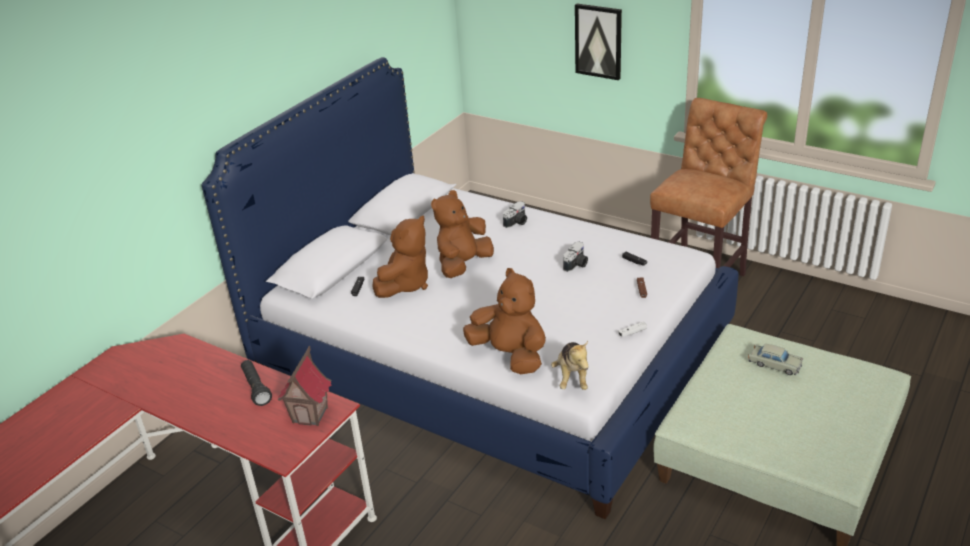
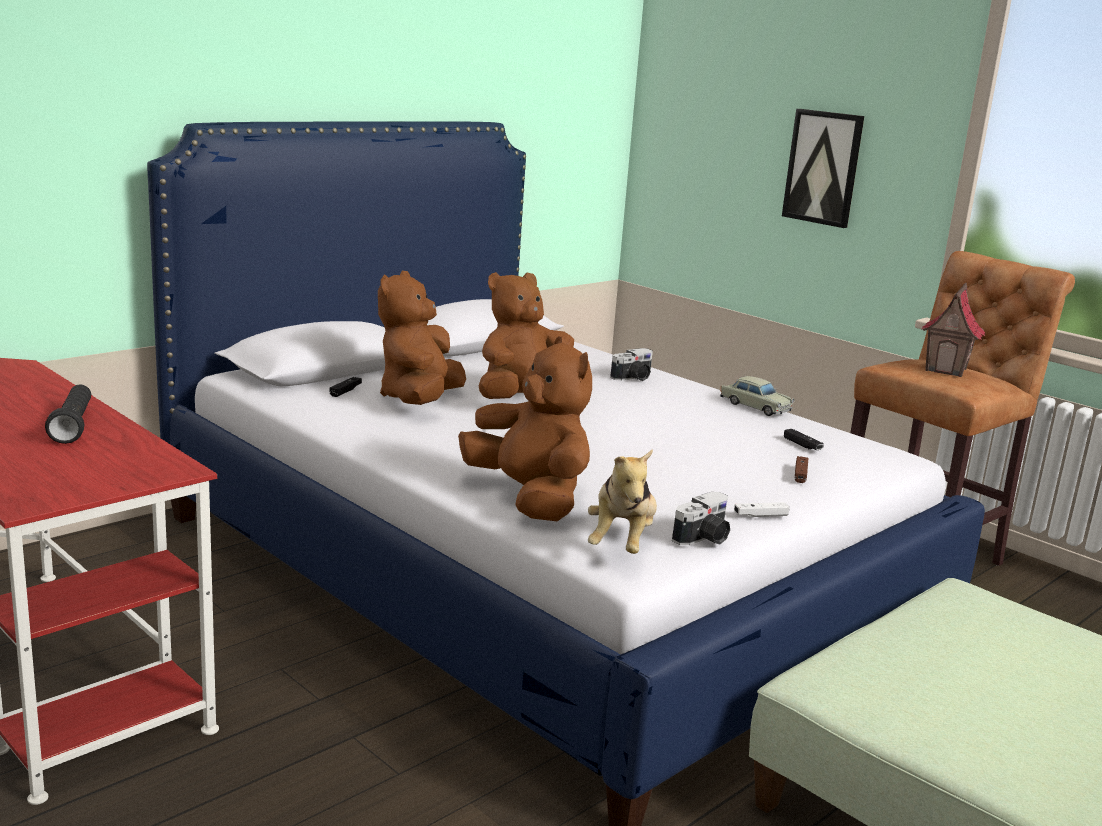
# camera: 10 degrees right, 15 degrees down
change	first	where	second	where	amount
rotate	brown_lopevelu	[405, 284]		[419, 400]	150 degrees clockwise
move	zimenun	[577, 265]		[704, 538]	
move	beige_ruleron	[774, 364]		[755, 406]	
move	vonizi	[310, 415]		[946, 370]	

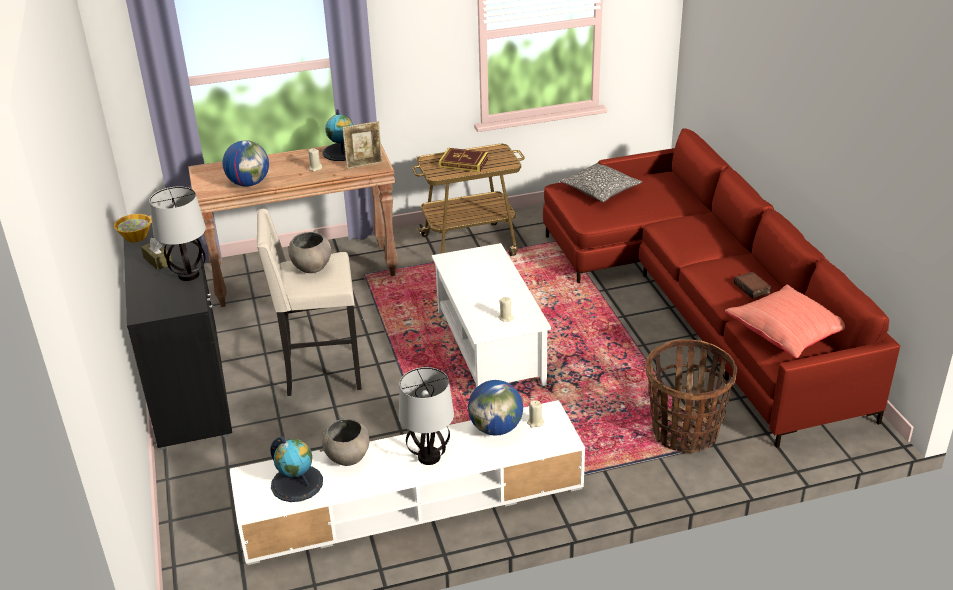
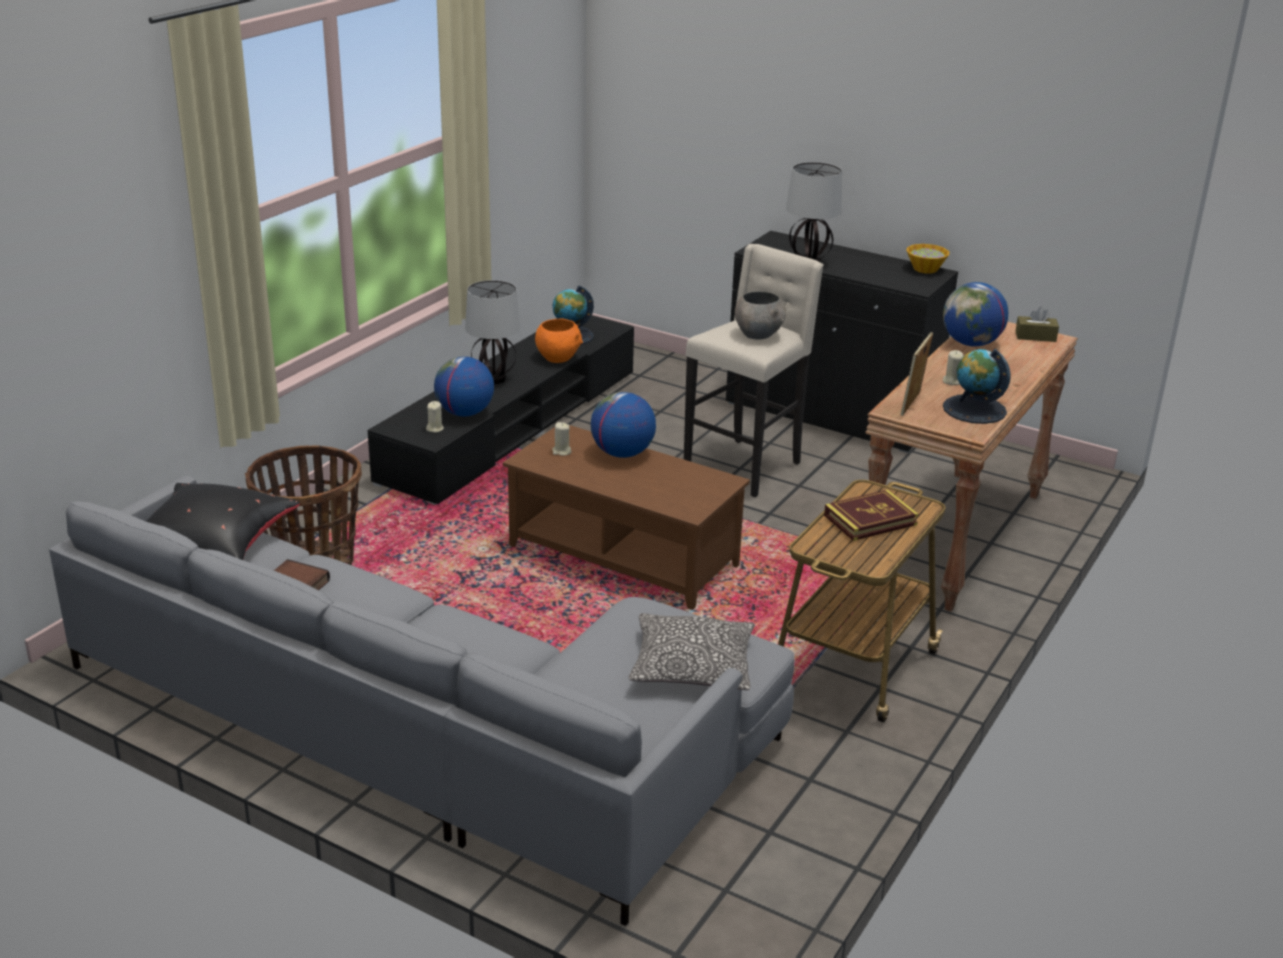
# camera: 135 degrees right, 5 degrees down
change	first	where	second	where	amount
recolor	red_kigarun	[700, 302]	grey_kigarun	[428, 733]	
recolor	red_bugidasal	[788, 335]	black_bugidasal	[212, 547]	
recolor	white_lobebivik	[410, 500]	black_lobebivik	[512, 425]	
recolor	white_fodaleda	[491, 347]	brown_fodaleda	[622, 557]	
recolor	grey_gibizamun	[347, 457]	orange_gibizamun	[558, 358]	
insert			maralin	[622, 453]	
move	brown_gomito	[158, 261]		[1035, 336]	

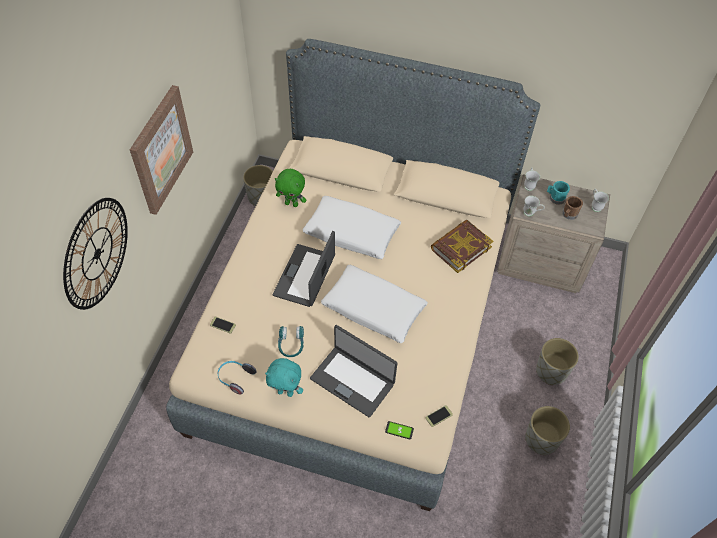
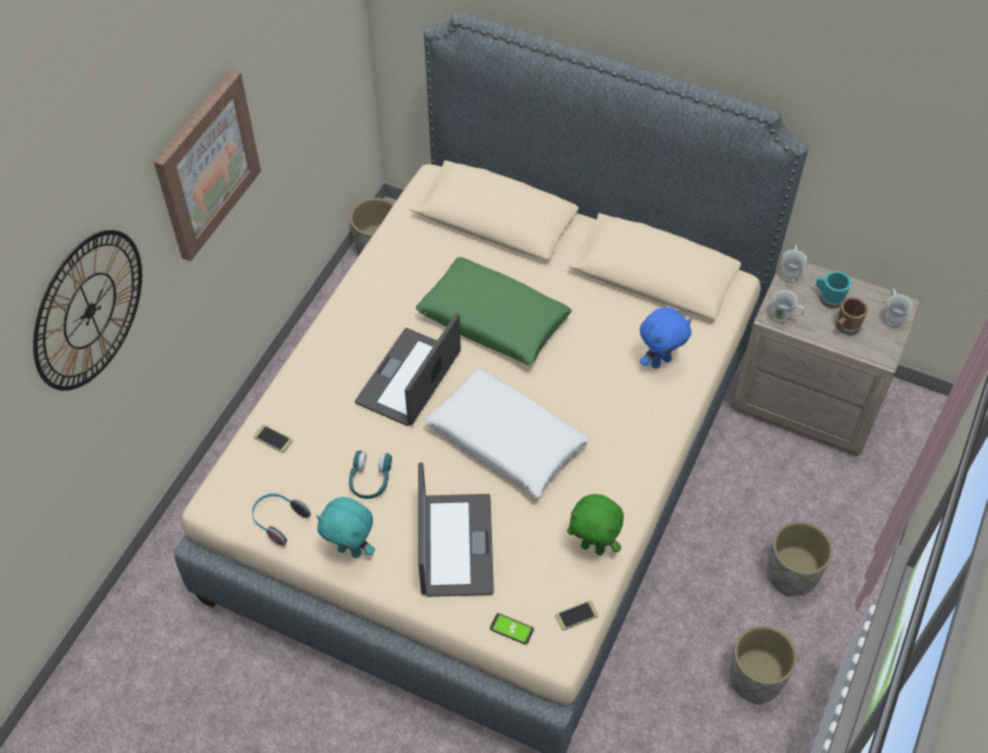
# camera: 10 degrees right, 0 degrees up
change	first	where	second	where	amount
recolor	white_bugidasal	[351, 233]	green_bugidasal	[493, 320]	
rotate	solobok	[353, 380]		[454, 545]	135 degrees counterclockwise
move	green_lopevelu	[292, 204]		[593, 547]	
replace	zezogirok	[460, 248]	blue_lopevelu	[660, 361]	

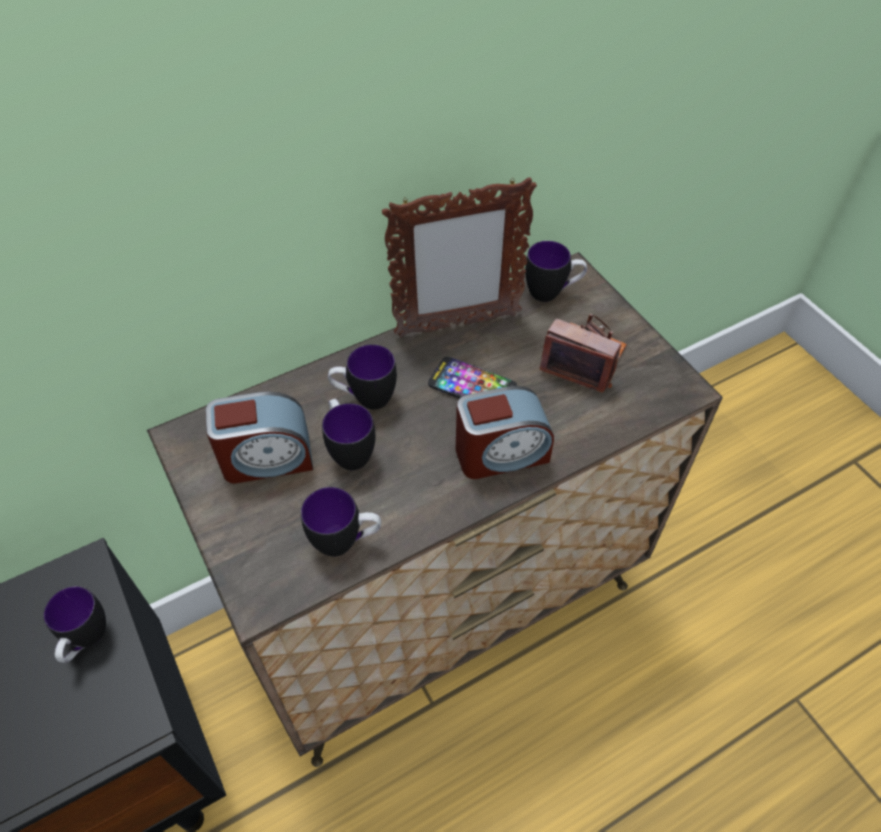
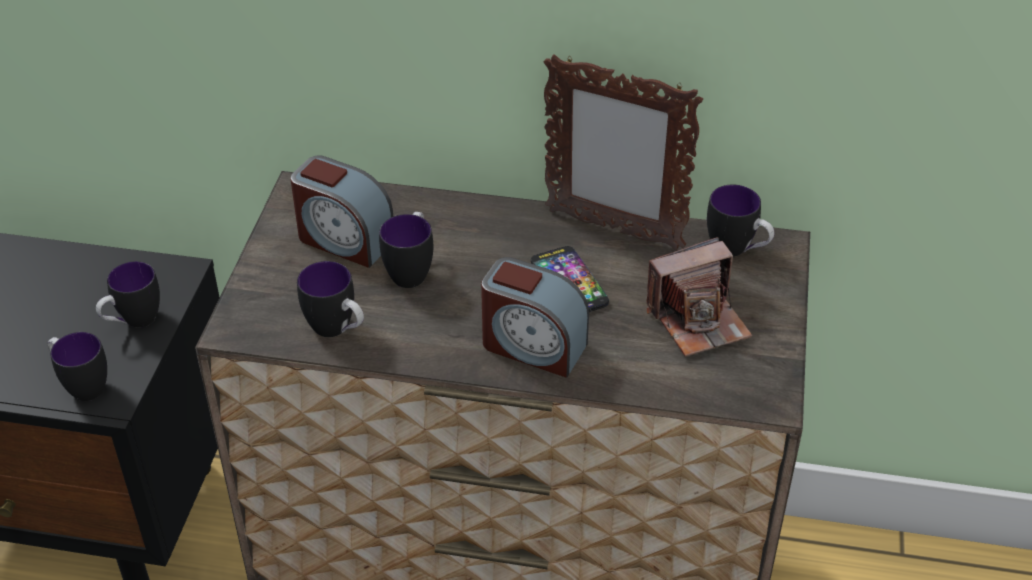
# camera: 40 degrees right, 10 degrees down
change	first	where	second	where	amount
move	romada	[365, 398]		[82, 385]	
rotate	zimenun	[583, 360]		[698, 320]	90 degrees clockwise

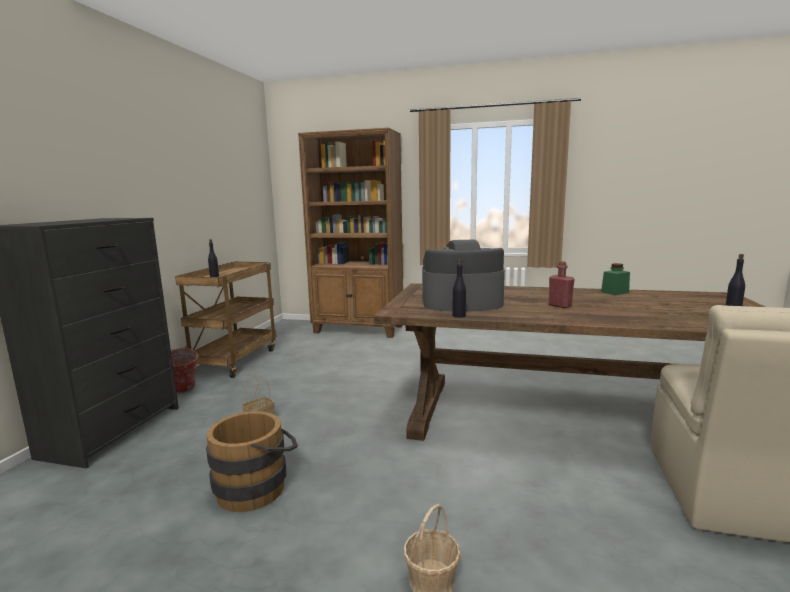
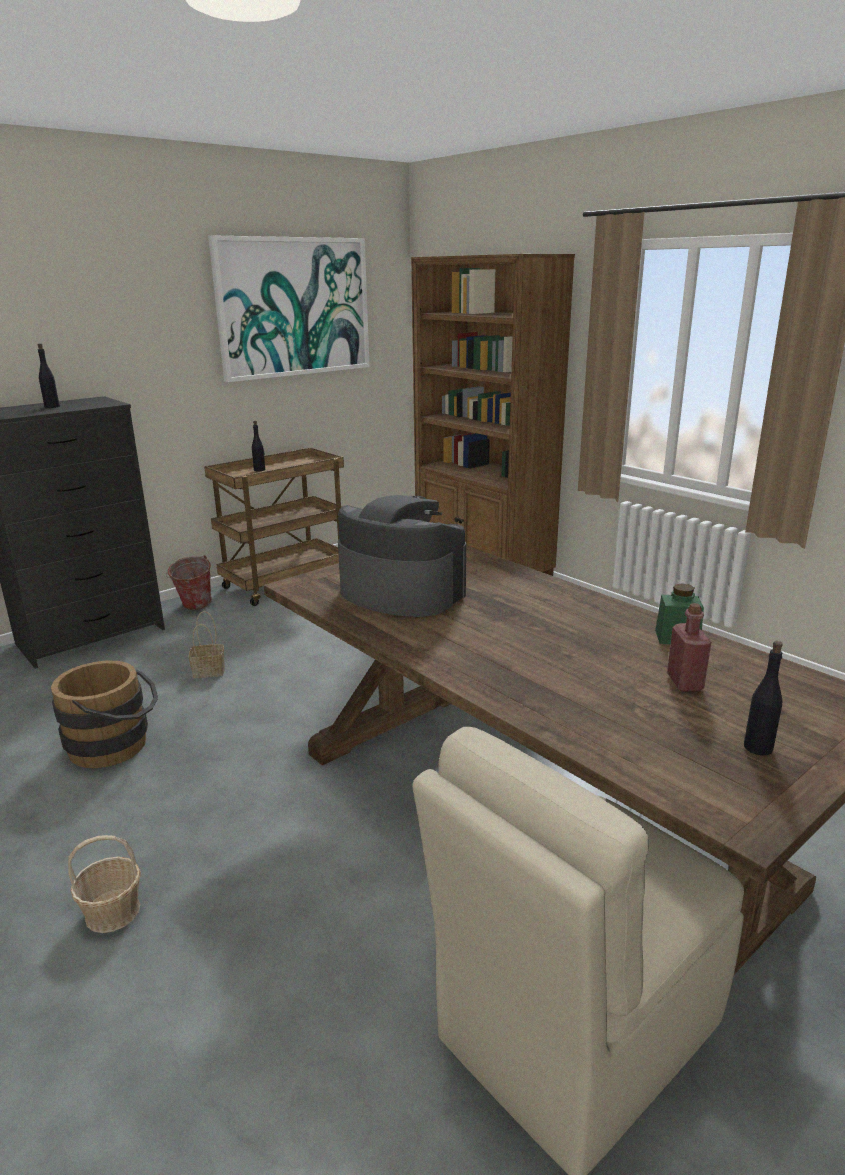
# camera: 35 degrees right, 10 degrees up
change	first	where	second	where	amount
move	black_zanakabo	[458, 316]		[52, 406]	
insert			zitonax	[294, 307]	
move	red_zanakabo	[560, 306]		[684, 683]	

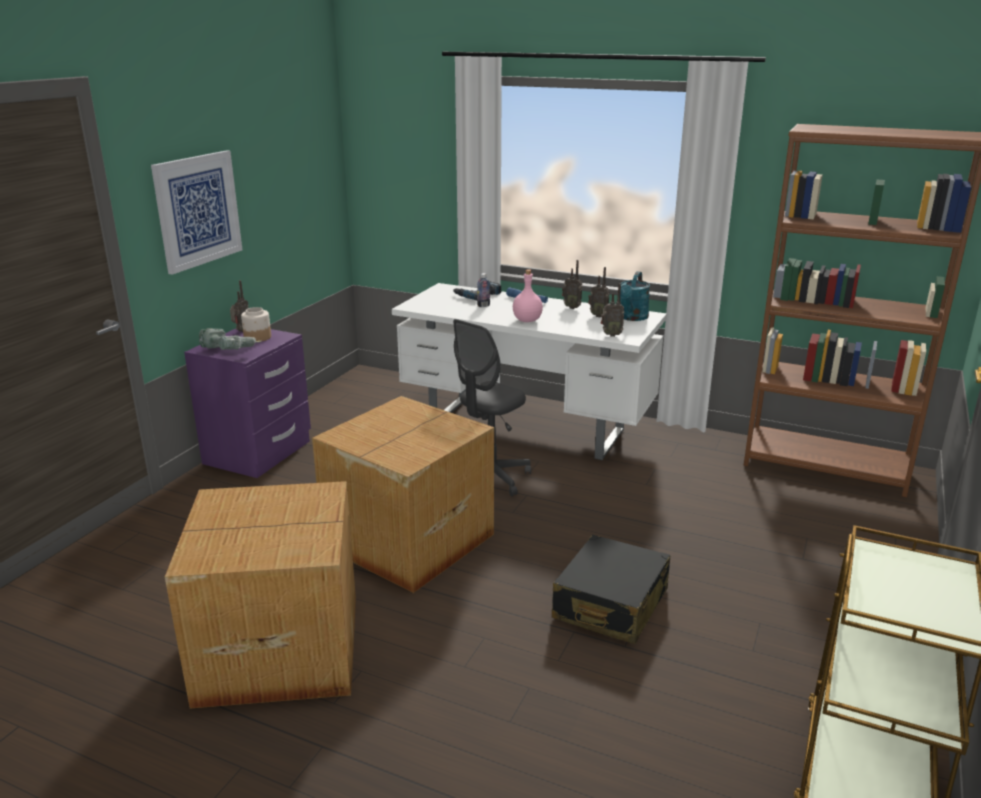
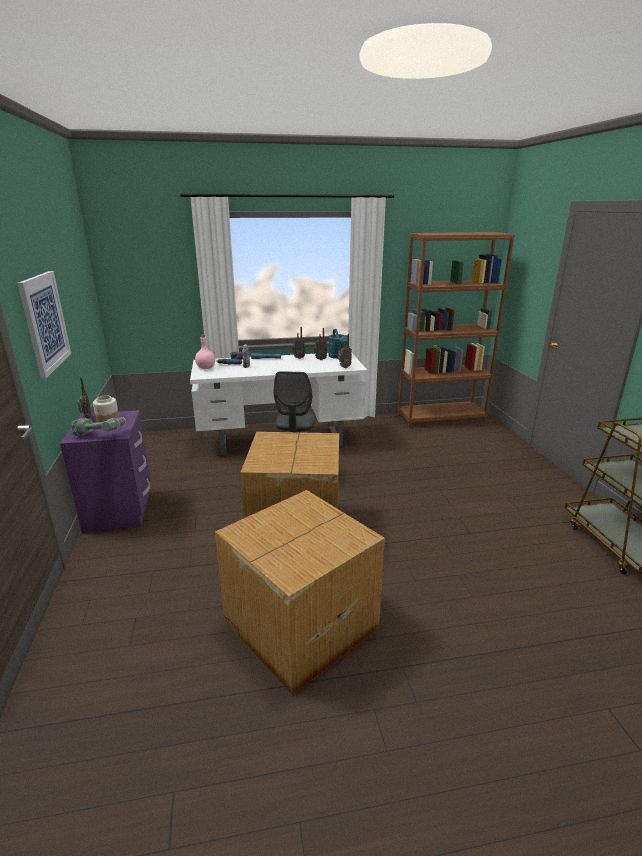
# camera: 35 degrees left, 0 degrees up
change	first	where	second	where	amount
move	pink_zanakabo	[527, 320]		[206, 368]	
delete	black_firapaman	[610, 604]			

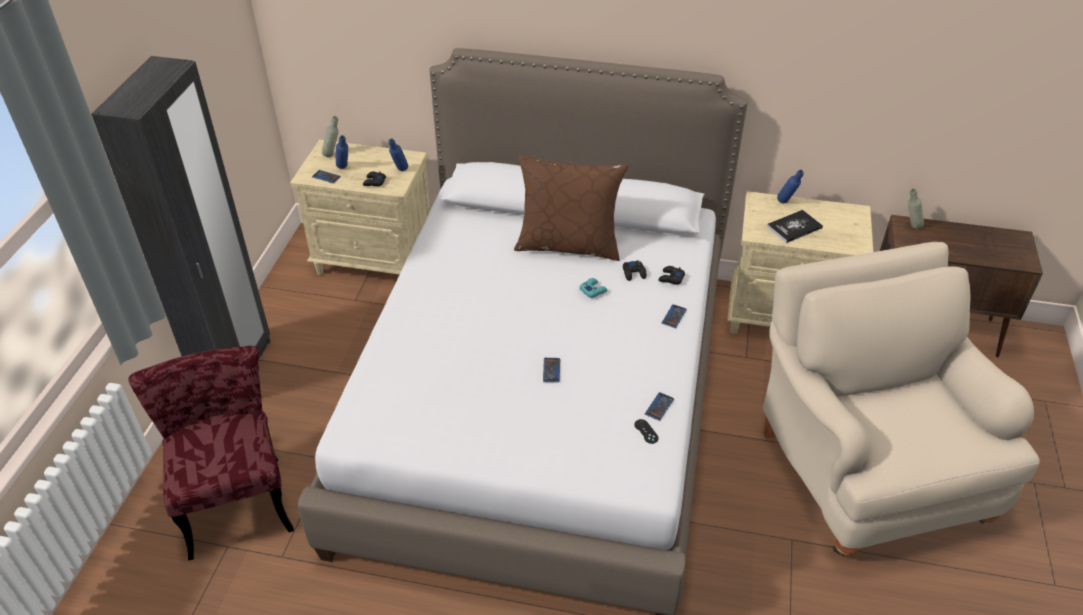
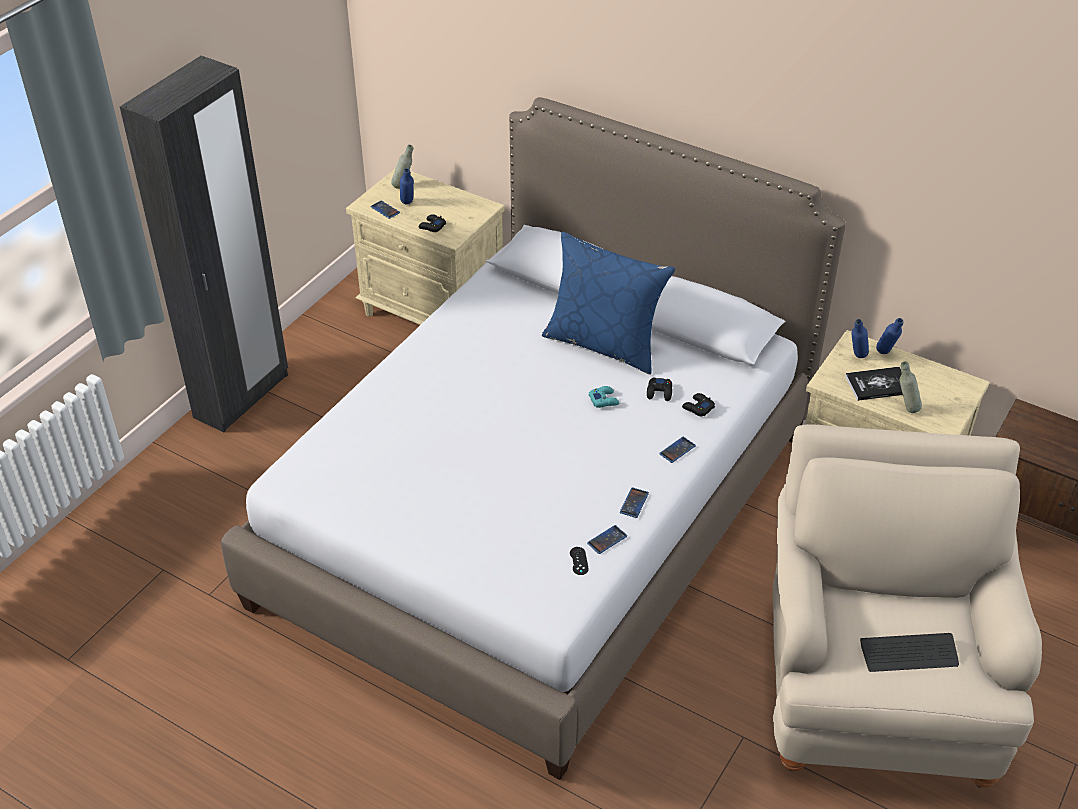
# camera: 20 degrees right, 0 degrees up
change	first	where	second	where	amount
recolor	brown_bugidasal	[568, 245]	blue_bugidasal	[604, 343]	
move	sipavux	[551, 370]		[634, 503]	
move	blue_zanakabo	[400, 171]		[856, 358]	
insert			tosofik	[909, 654]	
move	grey_zanakabo	[910, 226]		[905, 408]	
delete	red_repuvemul	[235, 495]			

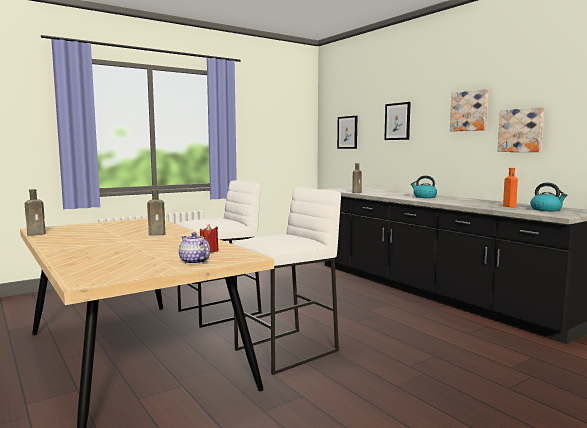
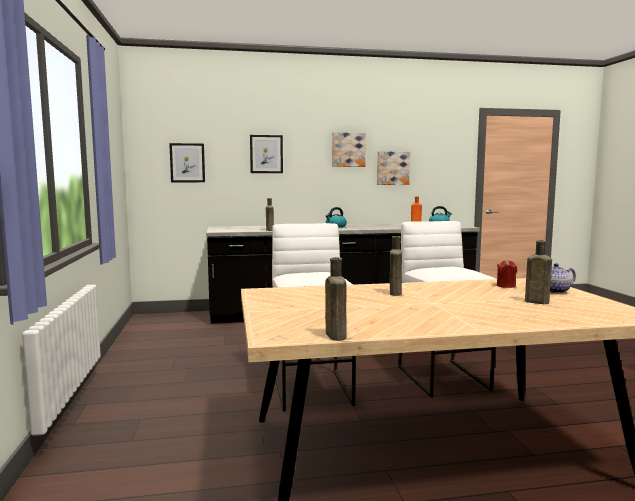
# camera: 65 degrees left, 0 degrees up
change	first	where	second	where	amount
insert			brown_zanakabo	[535, 302]	

